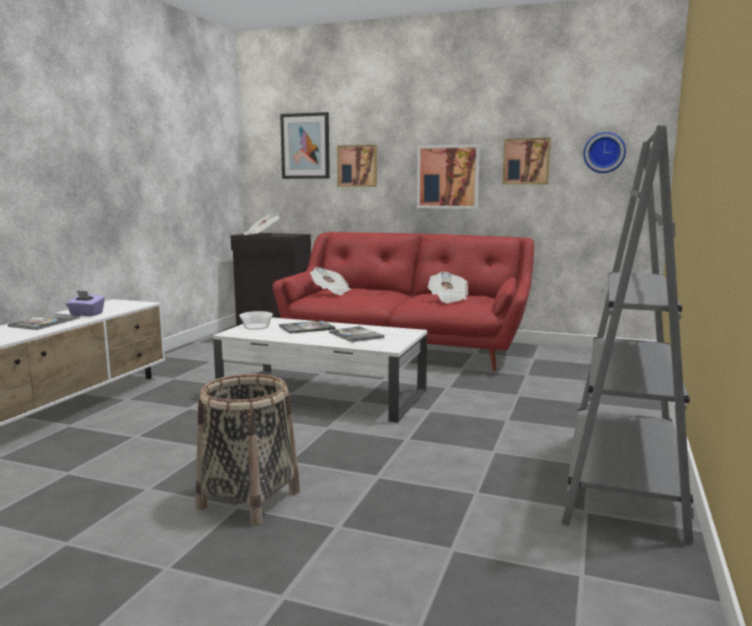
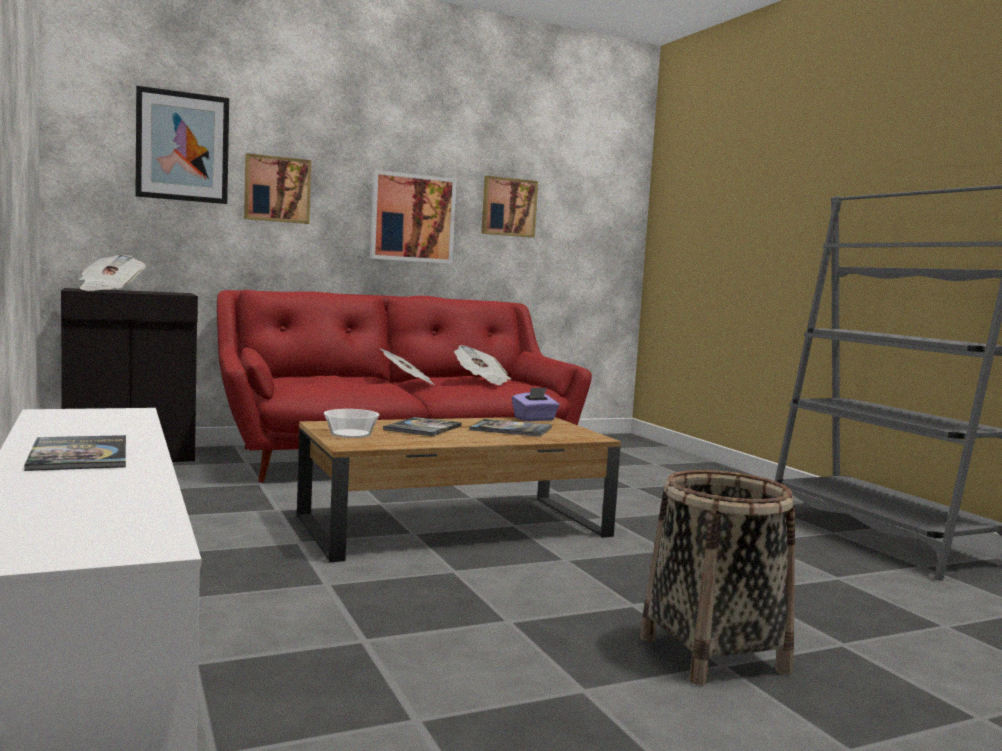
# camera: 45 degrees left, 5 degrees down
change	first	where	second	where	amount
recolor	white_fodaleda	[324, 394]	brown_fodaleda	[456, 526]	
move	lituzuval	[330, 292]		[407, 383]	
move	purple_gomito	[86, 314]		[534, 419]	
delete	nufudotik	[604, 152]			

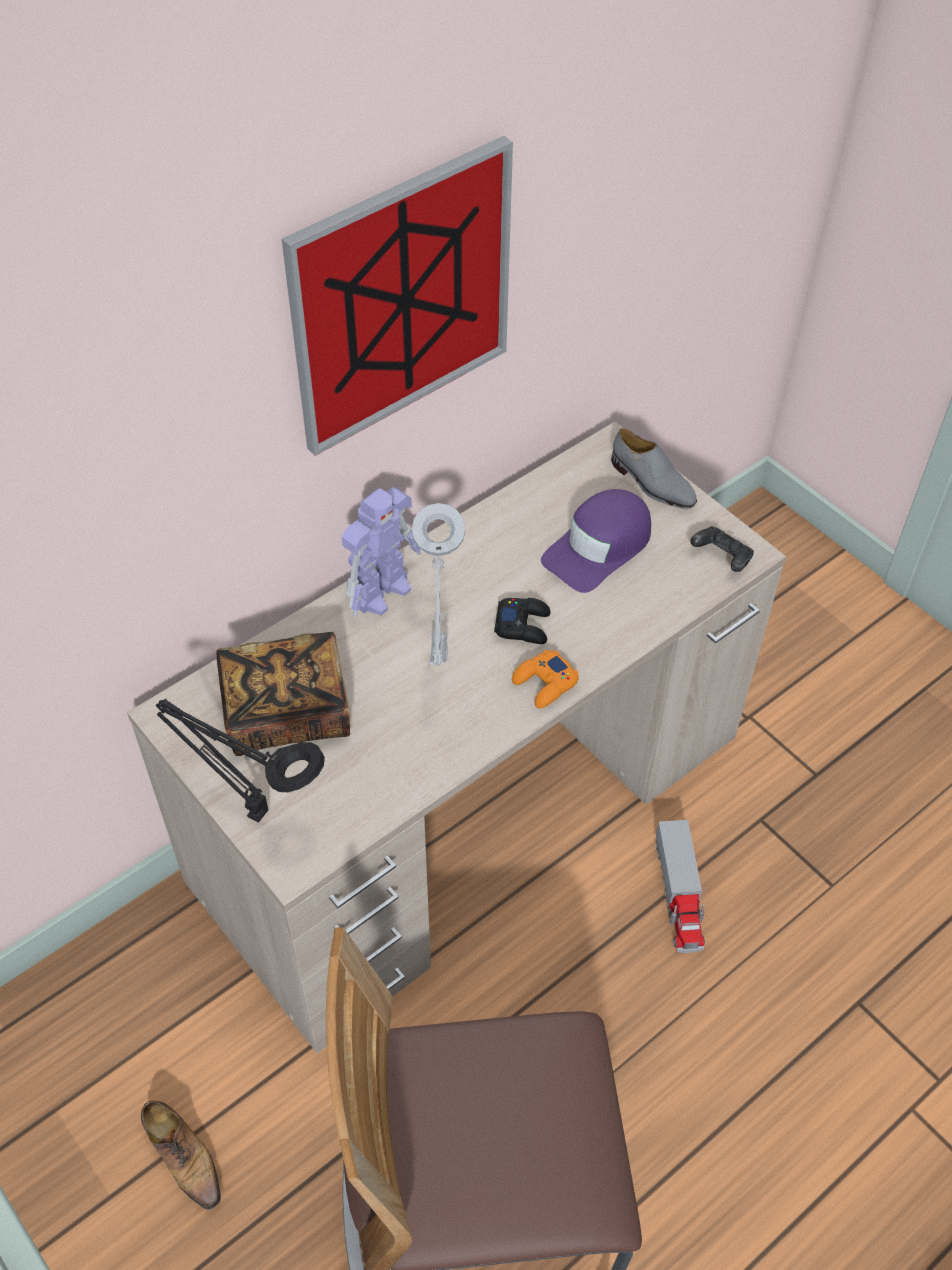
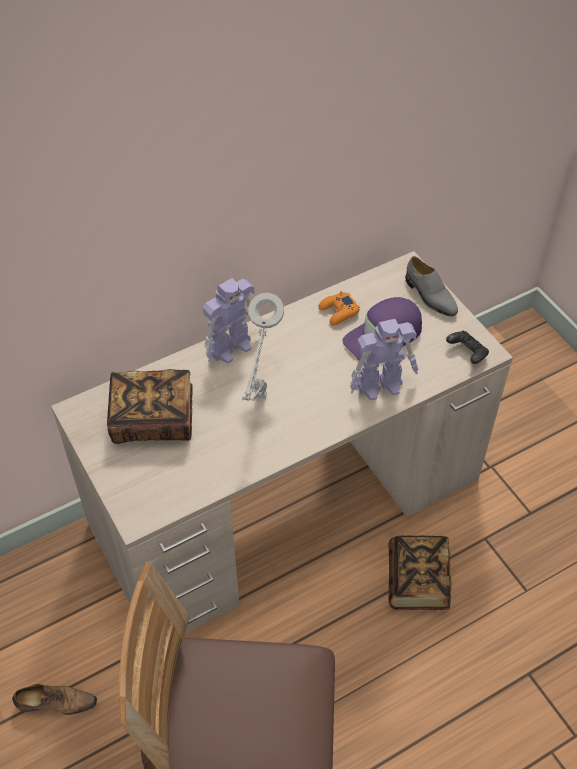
# camera: 10 degrees right, 0 degrees up
change	first	where	second	where	amount
rotate	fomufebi	[183, 1156]		[55, 703]	60 degrees counterclockwise
move	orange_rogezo	[545, 683]		[338, 312]	
insert			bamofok	[381, 385]	
replace	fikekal	[679, 894]	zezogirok	[417, 581]	
delete	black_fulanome	[253, 811]			
delete	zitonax	[401, 297]			
delete	black_rogezo	[523, 625]			

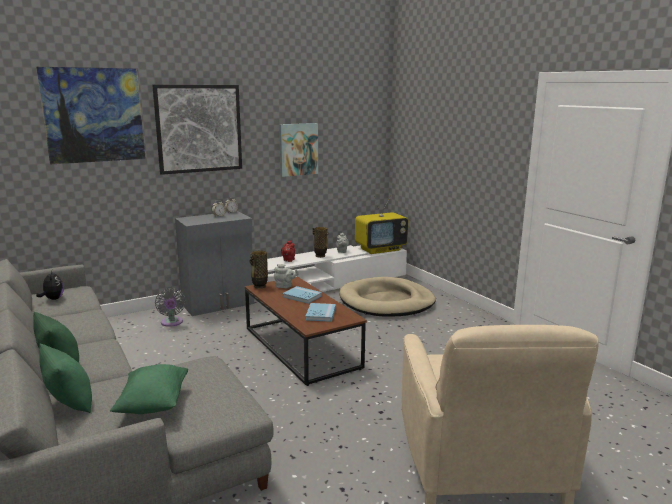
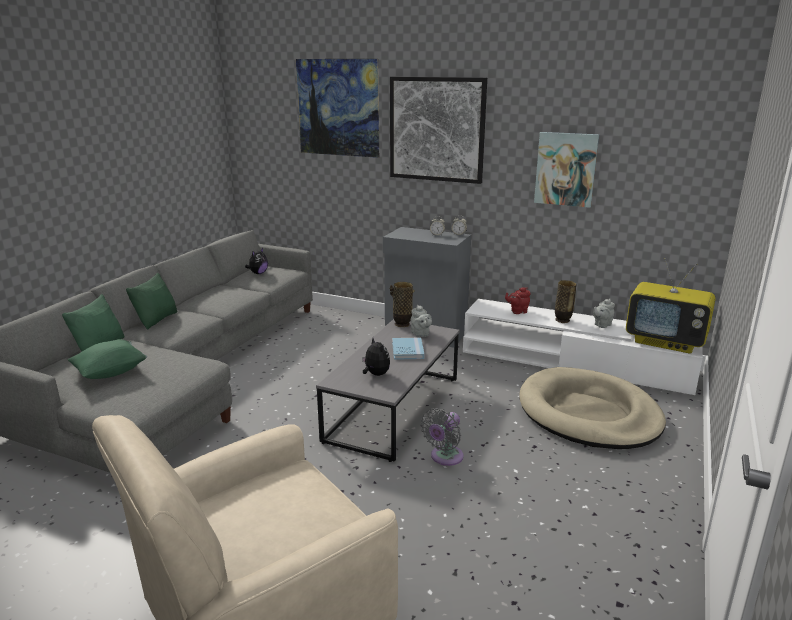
# camera: 55 degrees right, 5 degrees up
change	first	where	second	where	amount
recolor	brown_fodaleda	[301, 348]	grey_fodaleda	[394, 409]	
replace	blue_zezogirok	[321, 314]	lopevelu	[375, 374]	
move	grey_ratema	[172, 323]		[444, 457]	

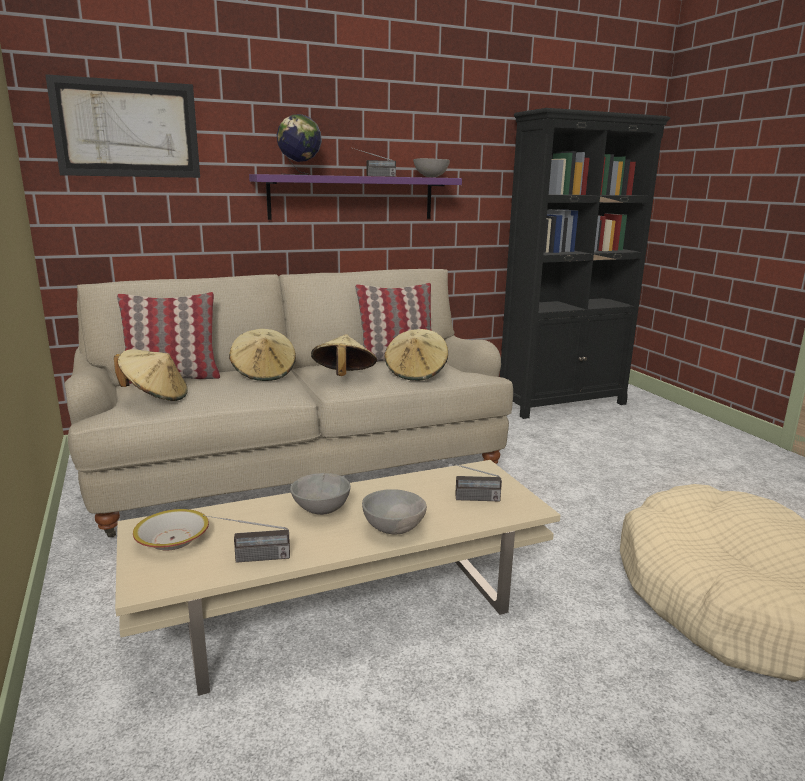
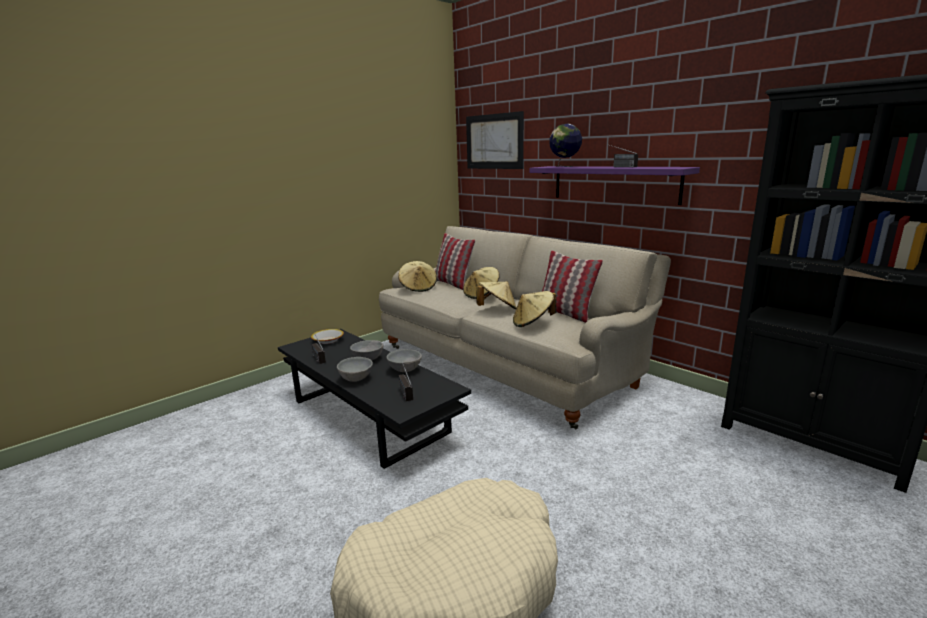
# camera: 70 degrees right, 0 degrees up
change	first	where	second	where	amount
recolor	beige_fodaleda	[346, 605]	black_fodaleda	[369, 416]	
move	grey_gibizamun	[430, 177]		[405, 369]	

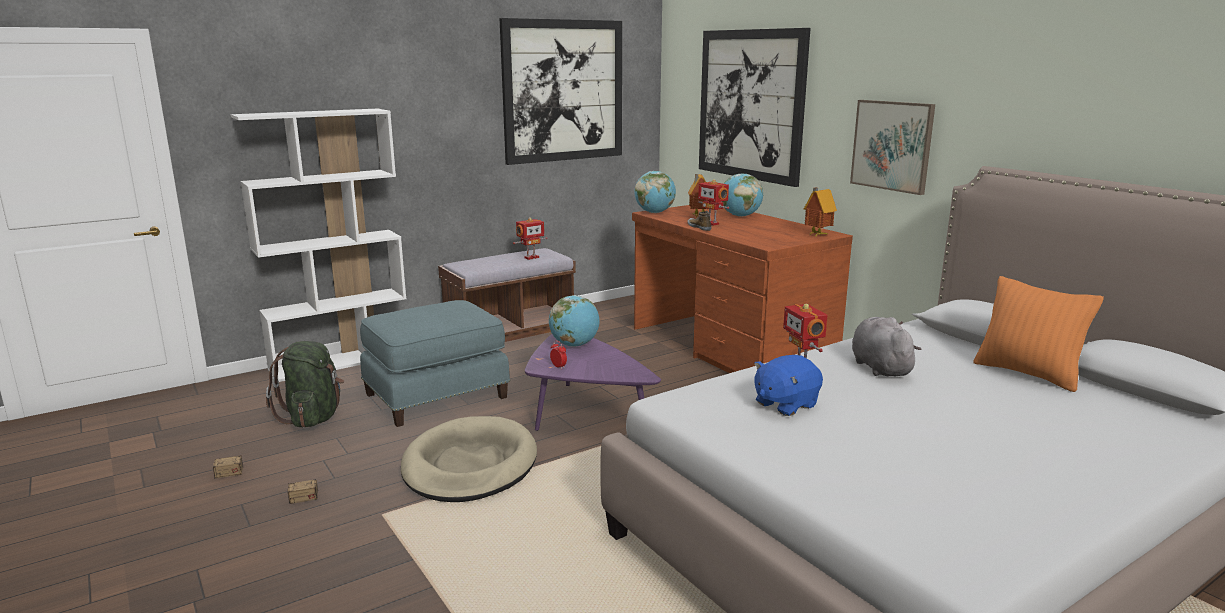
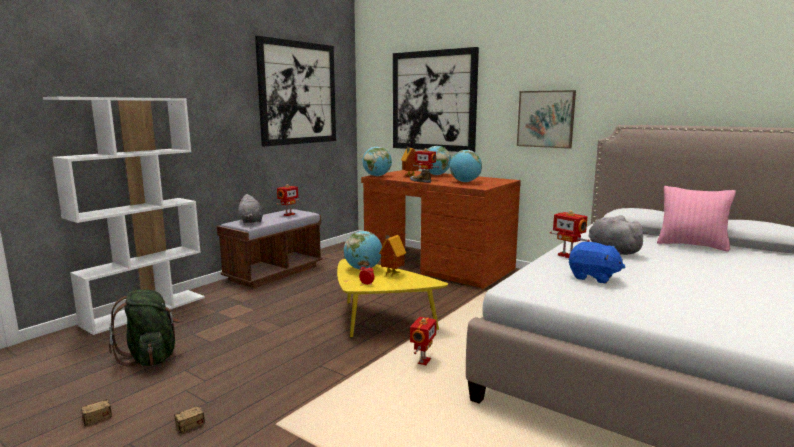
# camera: 20 degrees left, 5 degrees down
change	first	where	second	where	amount
insert			grey_lopevelu	[251, 221]	
recolor	purple_fodaleda	[584, 416]	yellow_fodaleda	[378, 322]	
move	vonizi	[816, 235]		[391, 274]	
insert			bamofok	[423, 362]	
insert			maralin	[465, 182]	
rotate	blue_lopevelu	[785, 404]		[593, 277]	90 degrees counterclockwise
recolor	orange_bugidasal	[1027, 374]	pink_bugidasal	[692, 245]	
delete	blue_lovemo	[437, 397]			
delete	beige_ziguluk	[470, 465]			

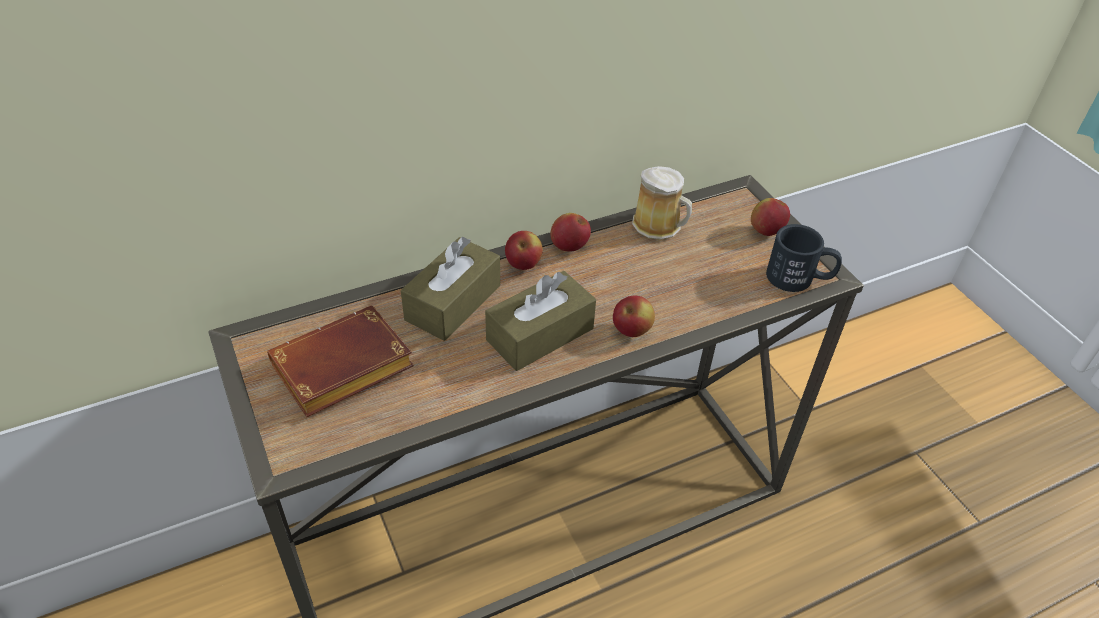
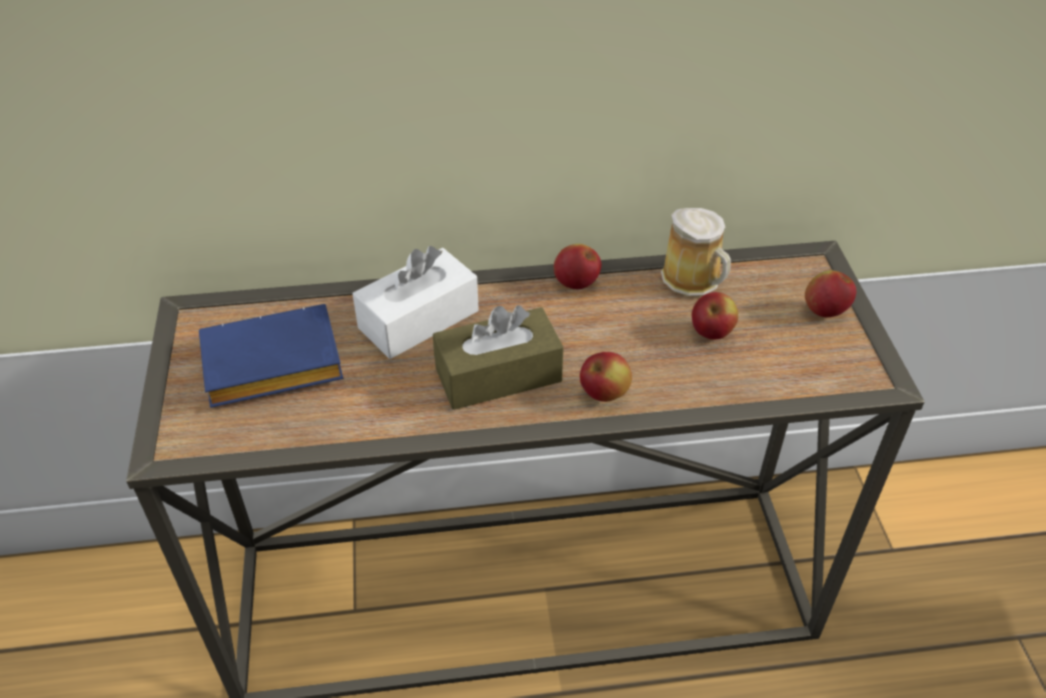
# camera: 20 degrees right, 0 degrees up
change	first	where	second	where	amount
recolor	brown_zezogirok	[340, 371]	blue_zezogirok	[269, 368]	
recolor	brown_gomito	[453, 302]	white_gomito	[418, 319]	
move	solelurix	[523, 265]		[711, 333]	
delete	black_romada	[799, 278]			

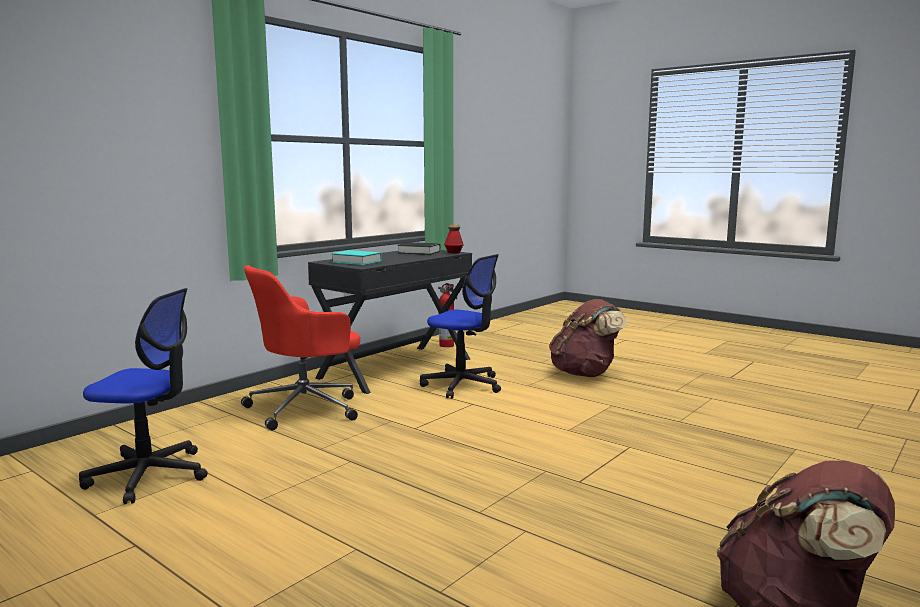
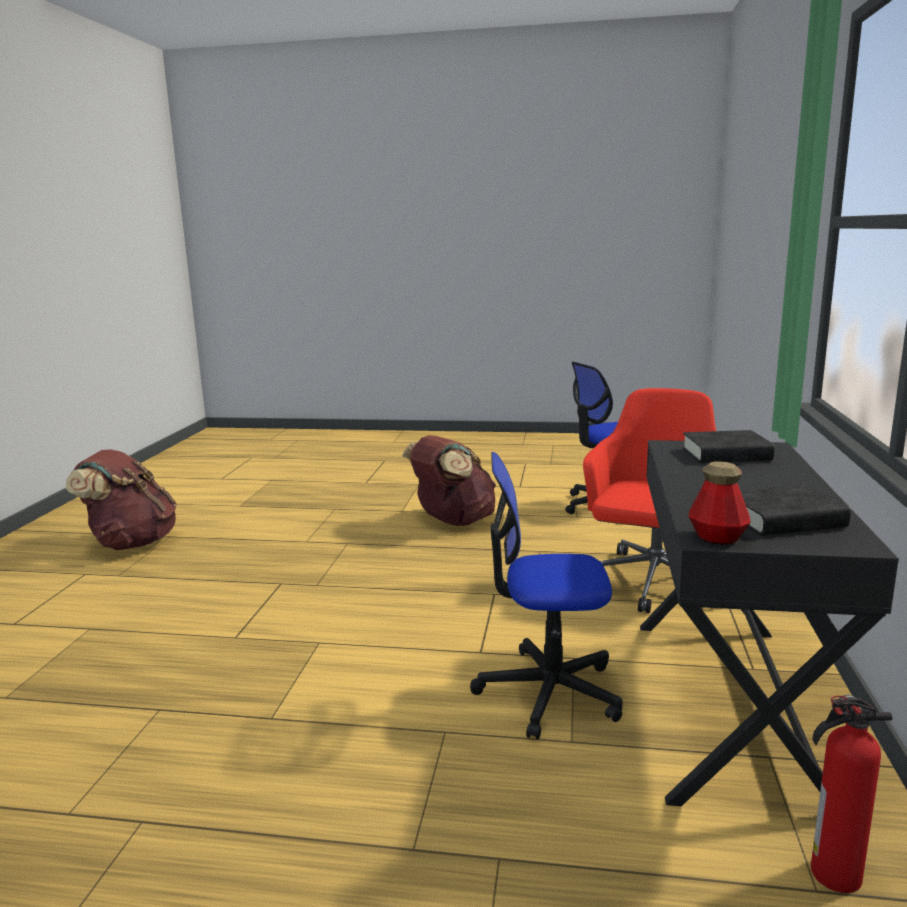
# camera: 150 degrees right, 5 degrees up
change	first	where	second	where	amount
move	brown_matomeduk	[585, 374]		[453, 521]	
recolor	turquoise_zezogirok	[356, 262]	black_zezogirok	[726, 454]	

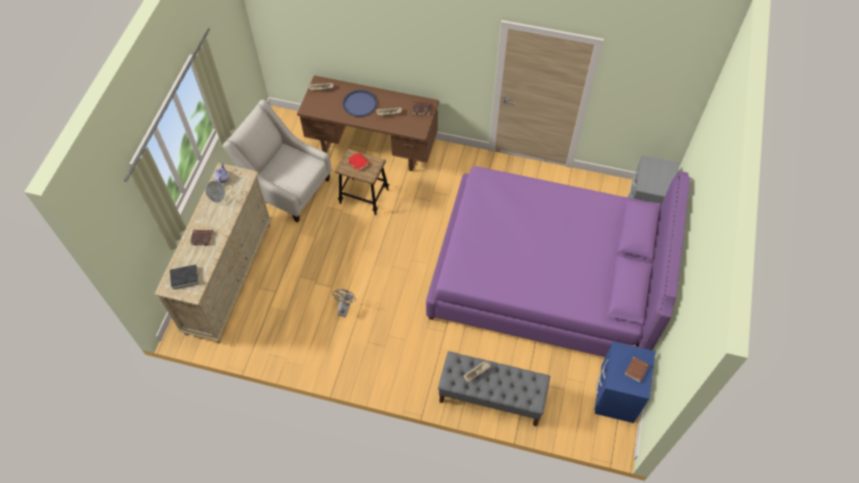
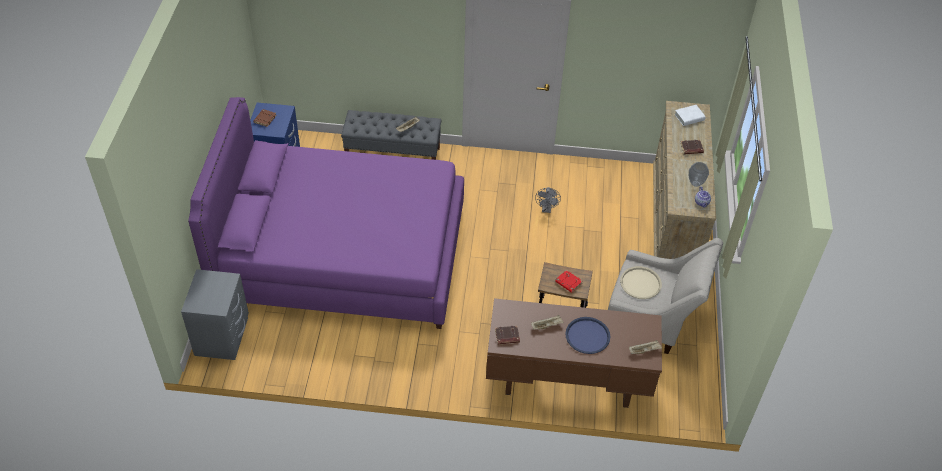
# camera: 170 degrees right, 10 degrees down
change	first	where	second	where	amount
insert			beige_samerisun	[640, 283]	
recolor	black_zezogirok	[184, 278]	white_zezogirok	[689, 117]	

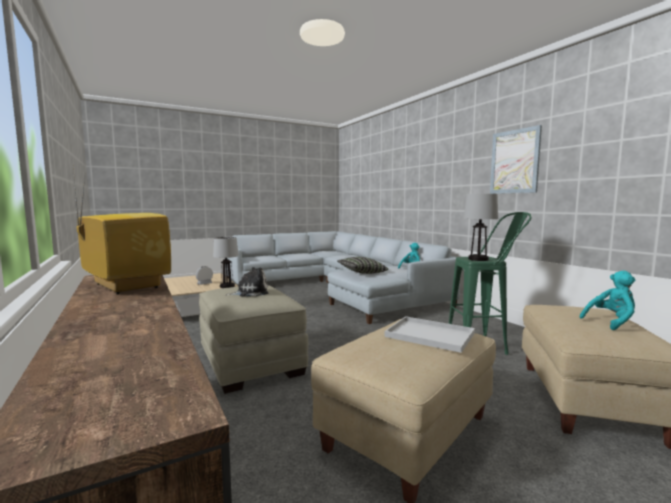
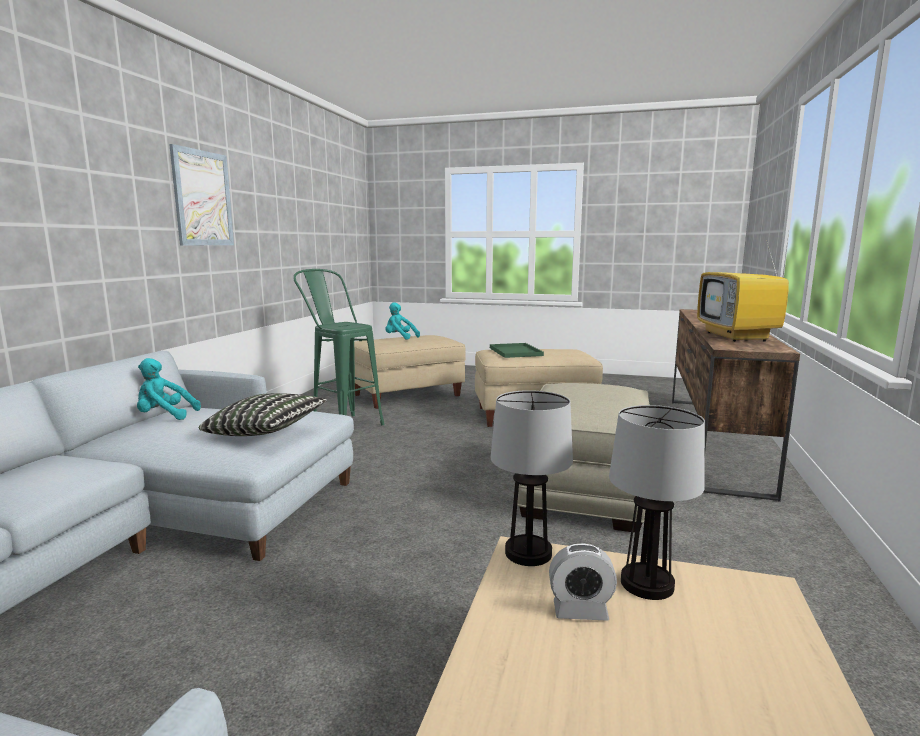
# camera: 135 degrees left, 5 degrees up
change	first	where	second	where	amount
recolor	white_samerisun	[431, 335]	green_samerisun	[514, 351]	
move	fulanome	[478, 259]		[647, 583]	
delete	lopevelu	[250, 292]			

